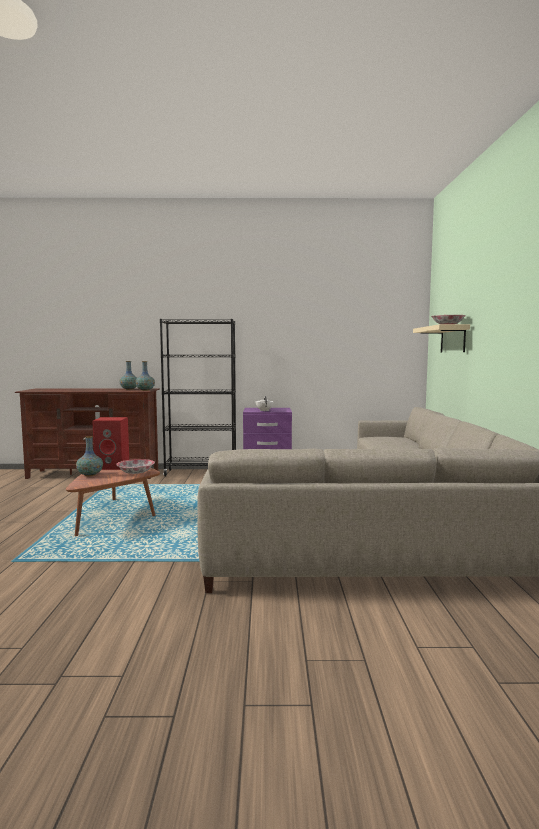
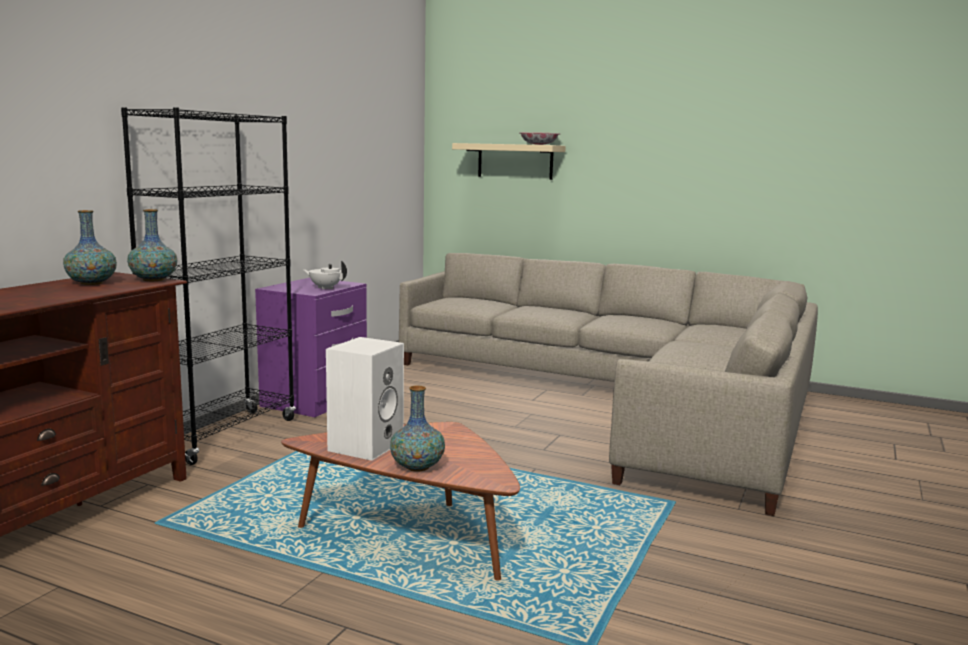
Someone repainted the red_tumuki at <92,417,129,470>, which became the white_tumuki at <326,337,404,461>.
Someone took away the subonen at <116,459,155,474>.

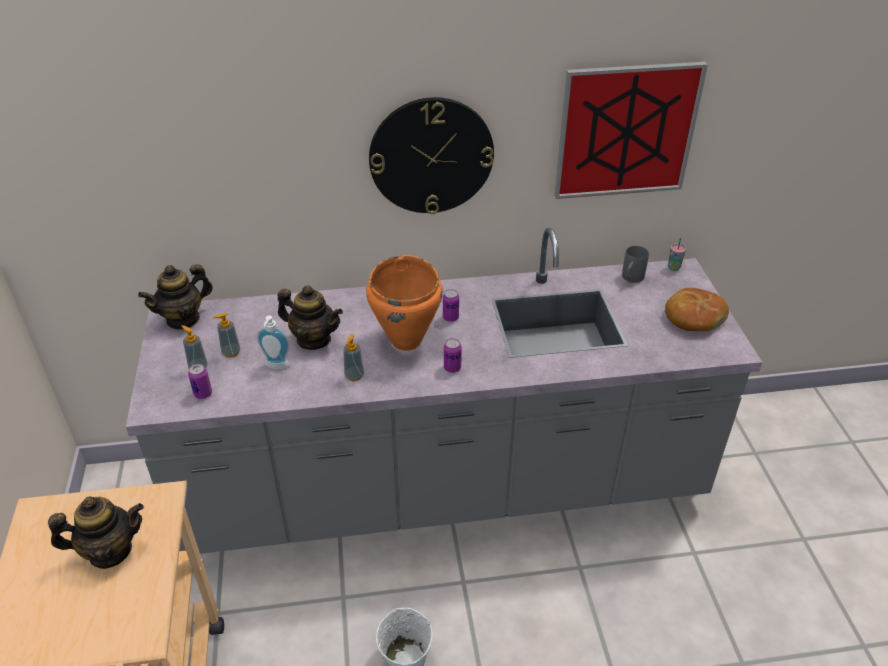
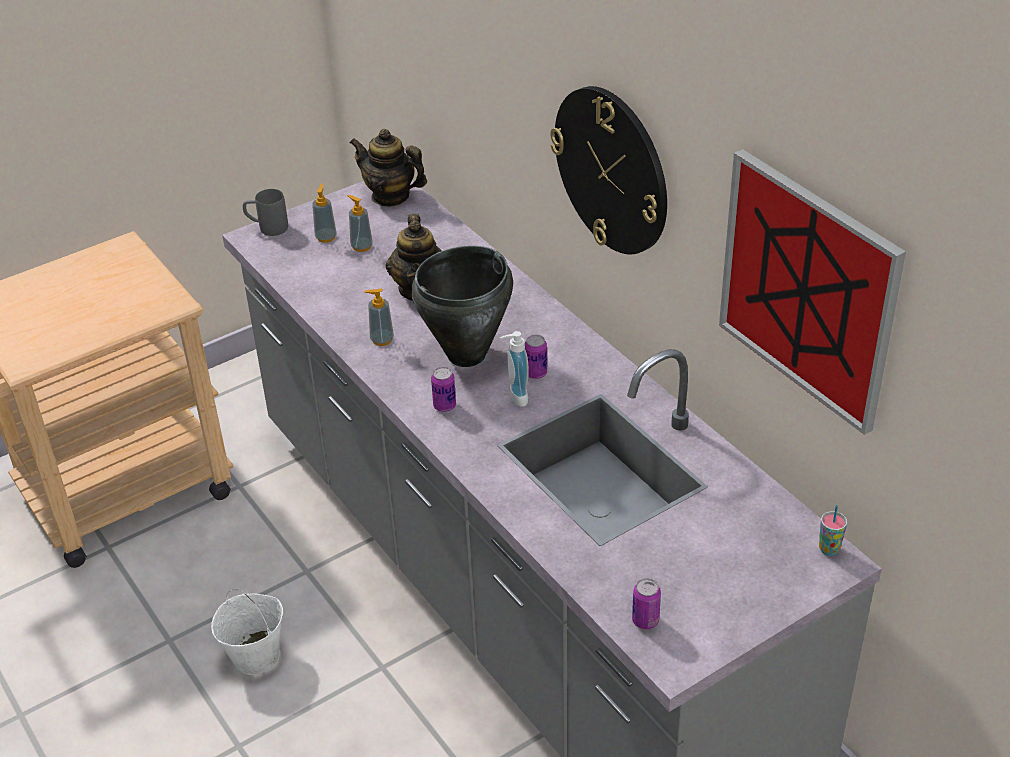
Someone took away the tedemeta at <48,496,144,569>.
Someone carried the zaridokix from <188,364,212,399> to <632,578,661,629>.
Someone carried the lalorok from <257,316,290,369> to <500,331,529,407>.
Someone repainted the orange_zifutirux at <366,255,443,351>, which became the black_zifutirux at <411,246,513,367>.
Someone carried the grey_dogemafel from <622,246,649,283> to <243,189,288,236>.
Someone took away the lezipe at <665,288,729,332>.

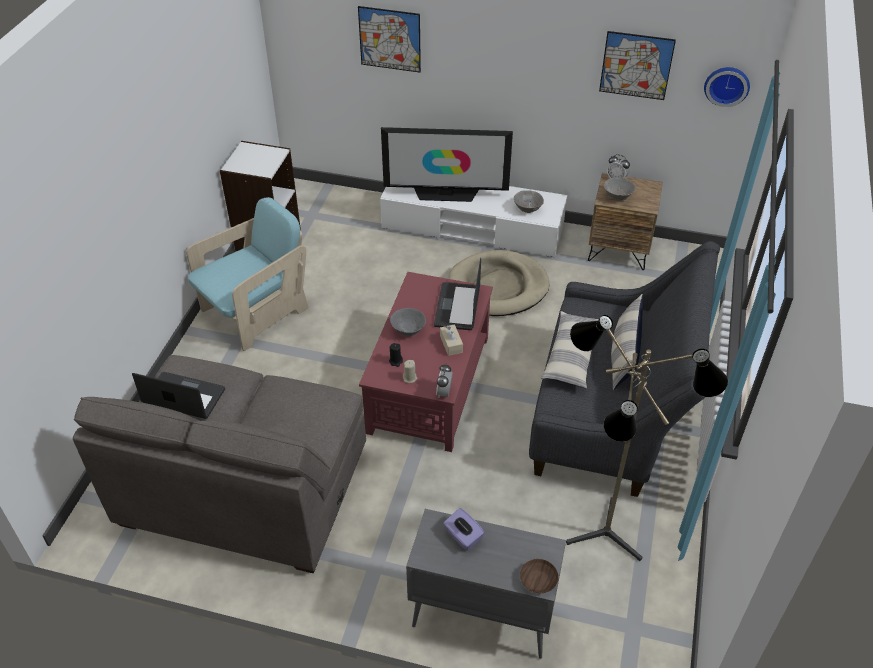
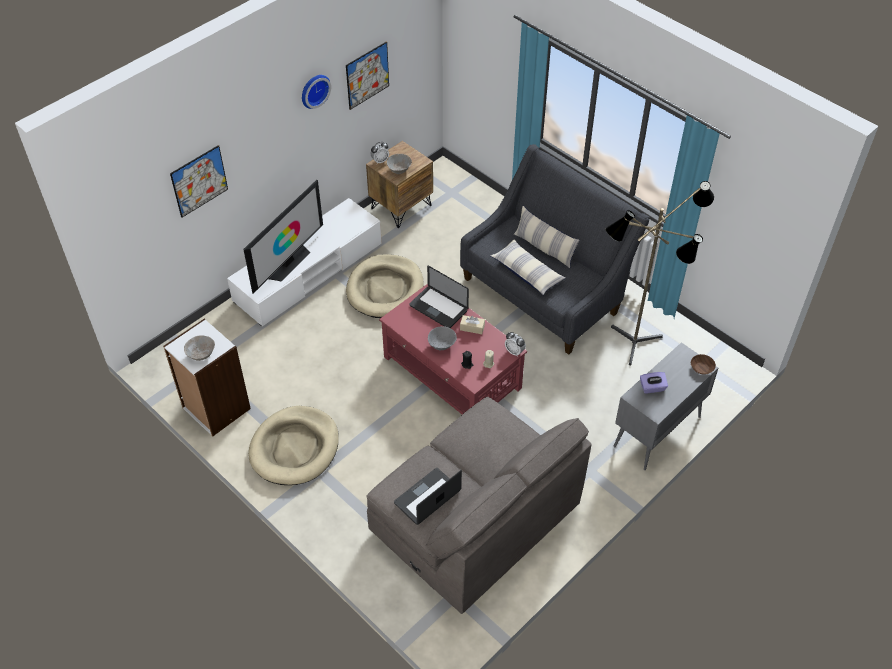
Someone swapped the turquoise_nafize at <186,197,308,351> for the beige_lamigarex at <248,406,339,485>.
Someone carried the grey_subonen from <514,190,544,213> to <184,335,215,361>.
Someone carried the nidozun from <704,67,750,107> to <302,75,331,109>.

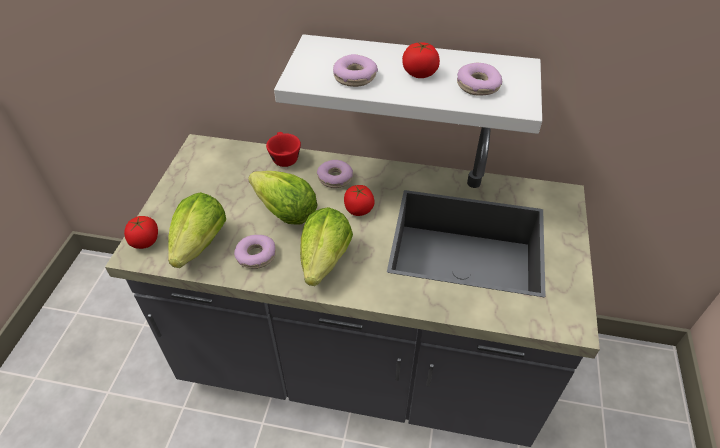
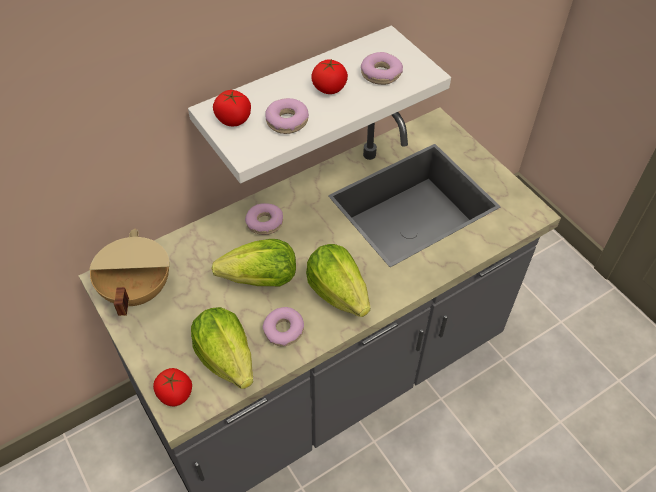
Someone took away the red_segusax at <266,132,301,167>.
Someone carried the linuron from <344,185,375,216> to <213,90,251,126>.
Someone put down the beige_zifutirux at <89,229,169,316>.

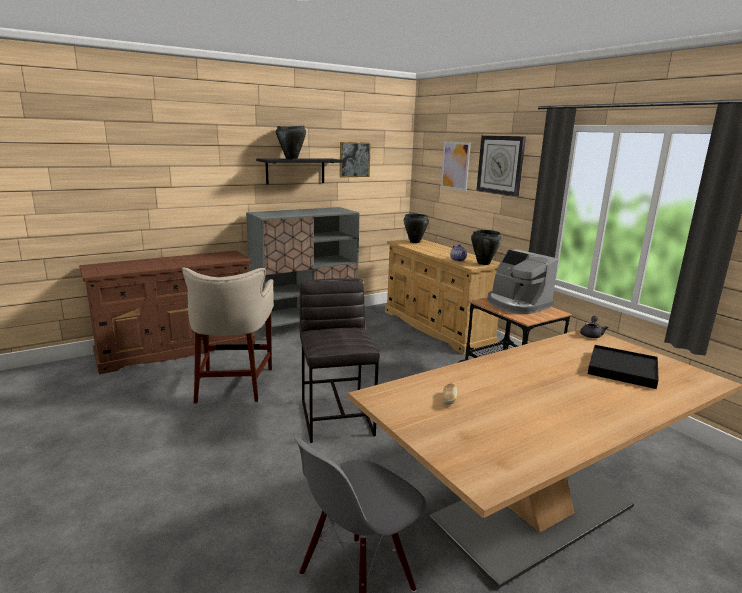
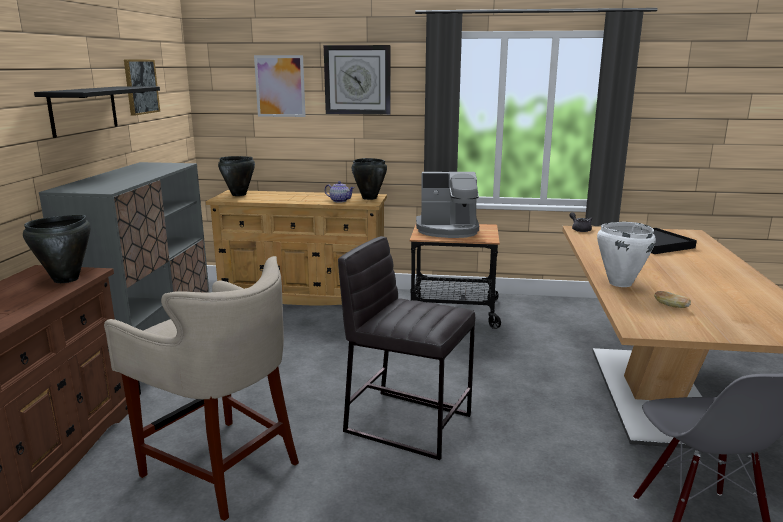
Someone carried the black_zifutirux from <276,126,306,159> to <23,215,90,283>.
Someone put down the white_zifutirux at <597,222,656,287>.

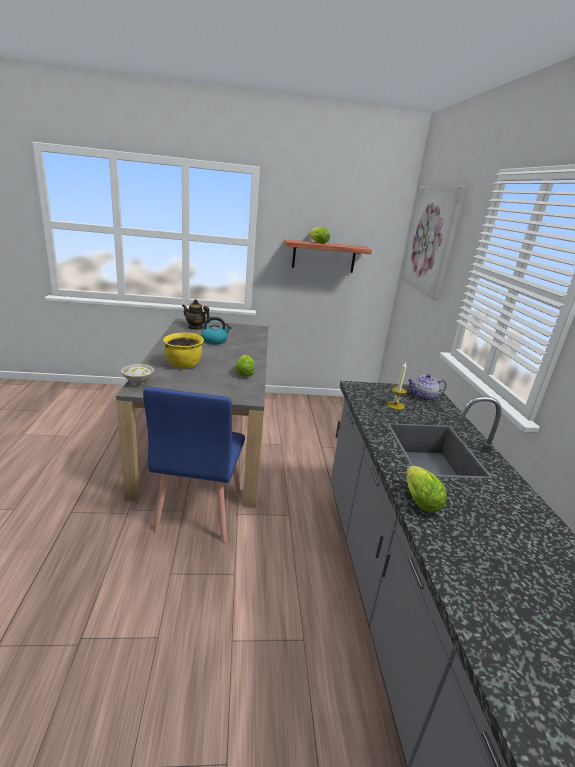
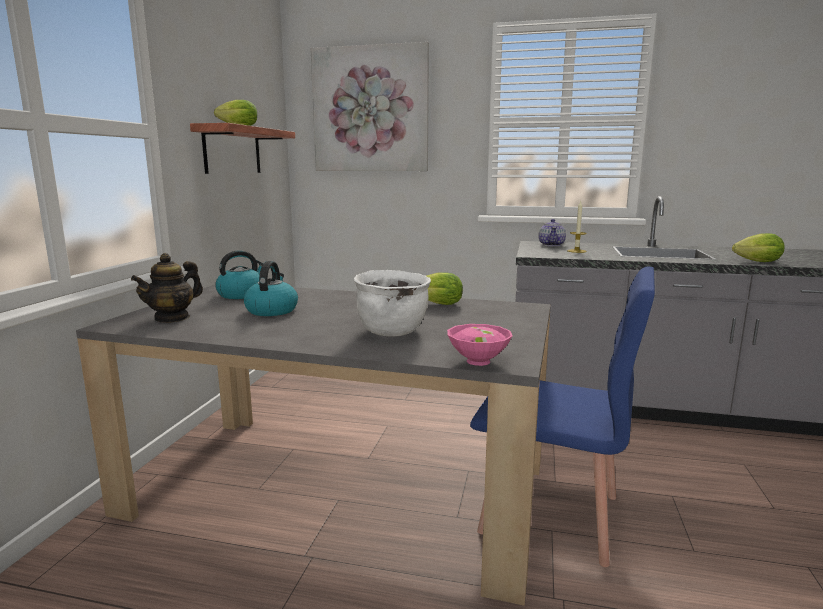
Someone repainted the white_subonen at <121,364,154,386>, which became the pink_subonen at <447,324,512,366>.
Someone repainted the yellow_zifutirux at <163,332,204,368>, which became the white_zifutirux at <354,270,431,337>.
Someone put down the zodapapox at <215,250,264,299>.

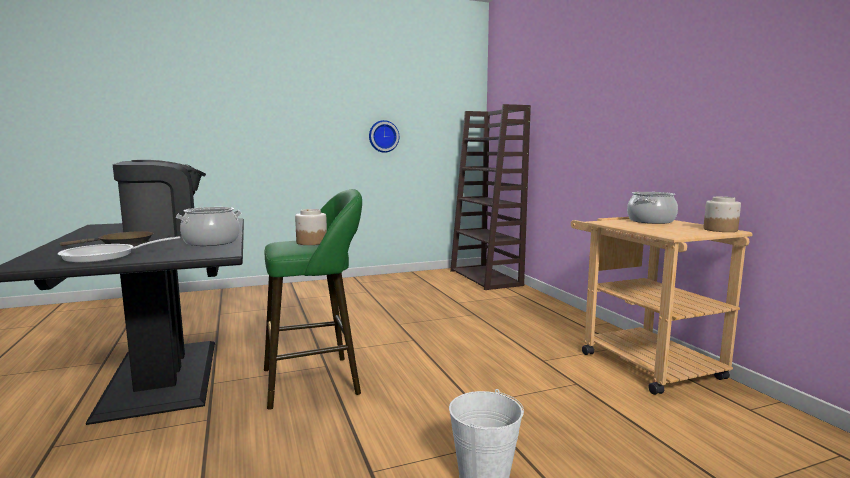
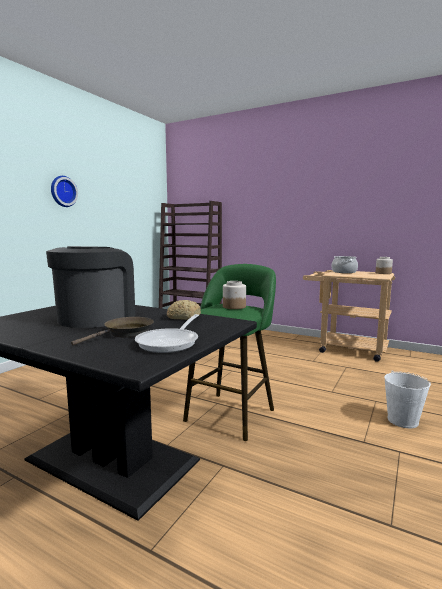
Someone swapped the zifutirux at <176,207,242,246> for the lezipe at <167,300,201,320>.
Someone carried the nidozun from <369,120,399,153> to <51,176,78,207>.

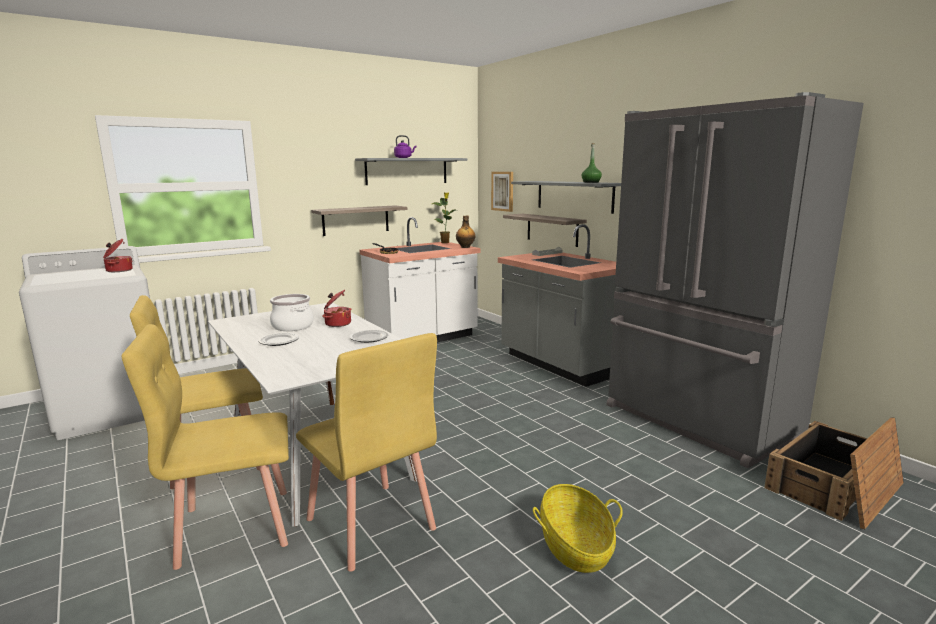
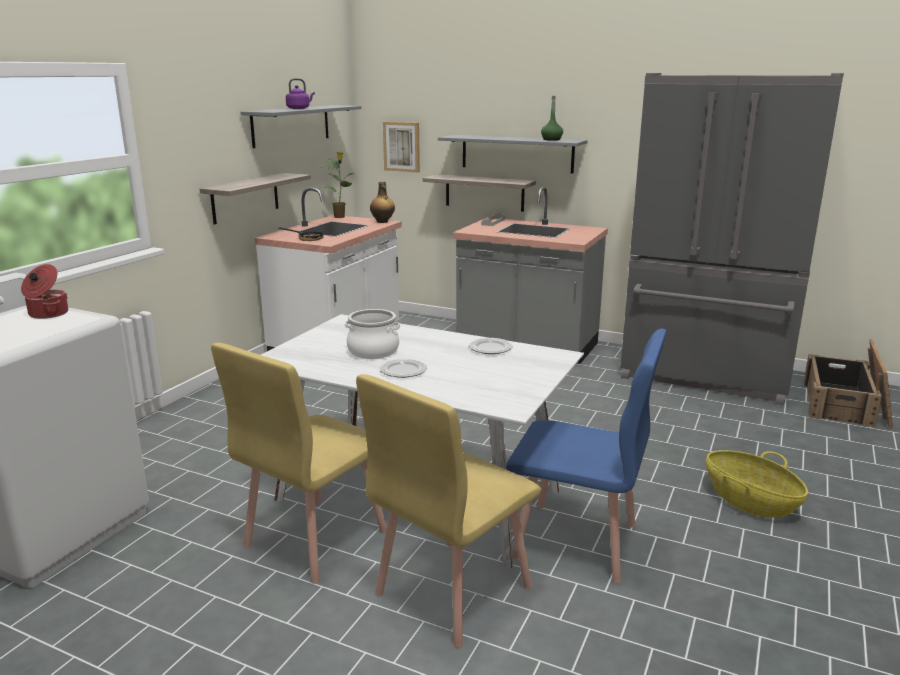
Someone repainted the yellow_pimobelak at <296,333,437,572>, which became the blue_pimobelak at <506,329,667,583>.
Someone took away the zifutirux at <322,290,352,327>.

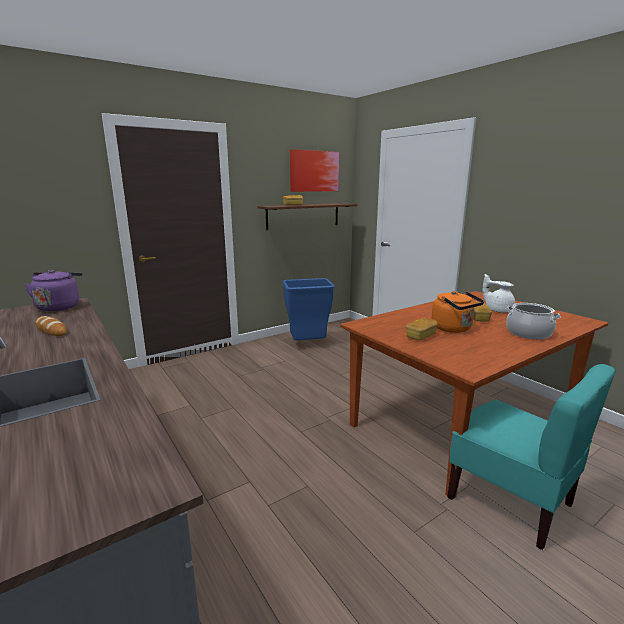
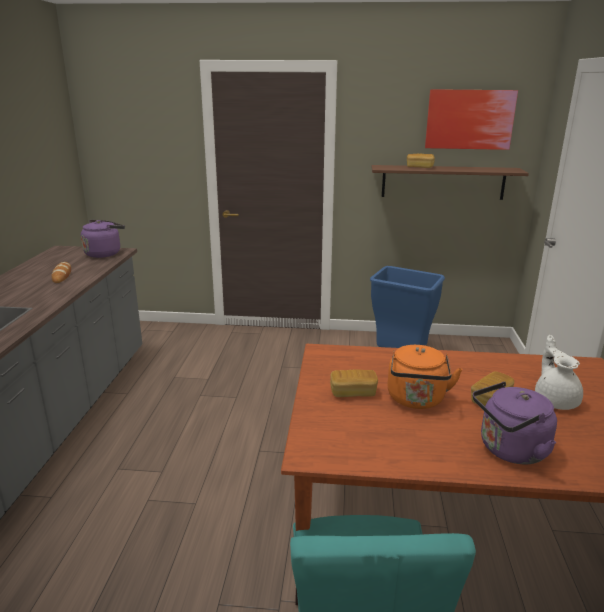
Someone swapped the zifutirux at <506,303,561,339> for the purple_zodapapox at <473,382,557,465>.

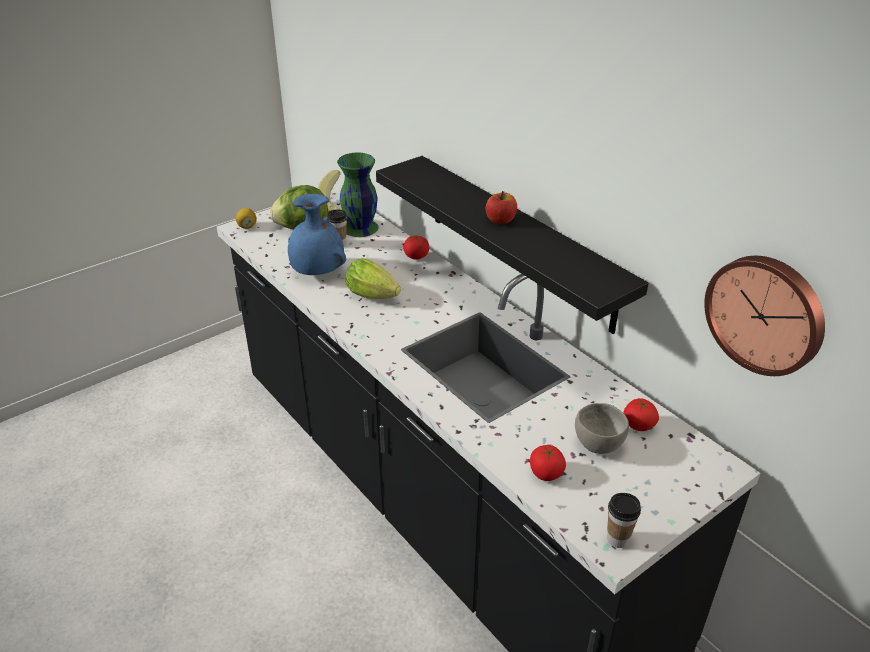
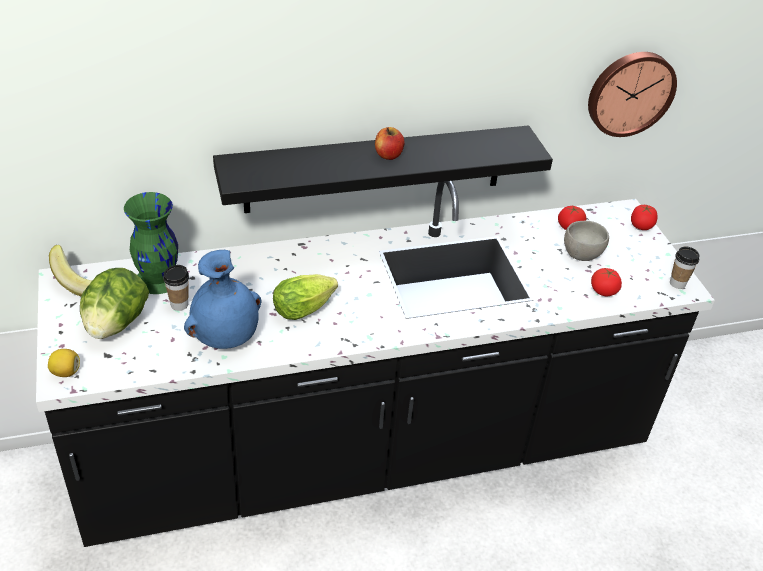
Someone carried the linuron from <404,235,430,260> to <631,205,658,230>.

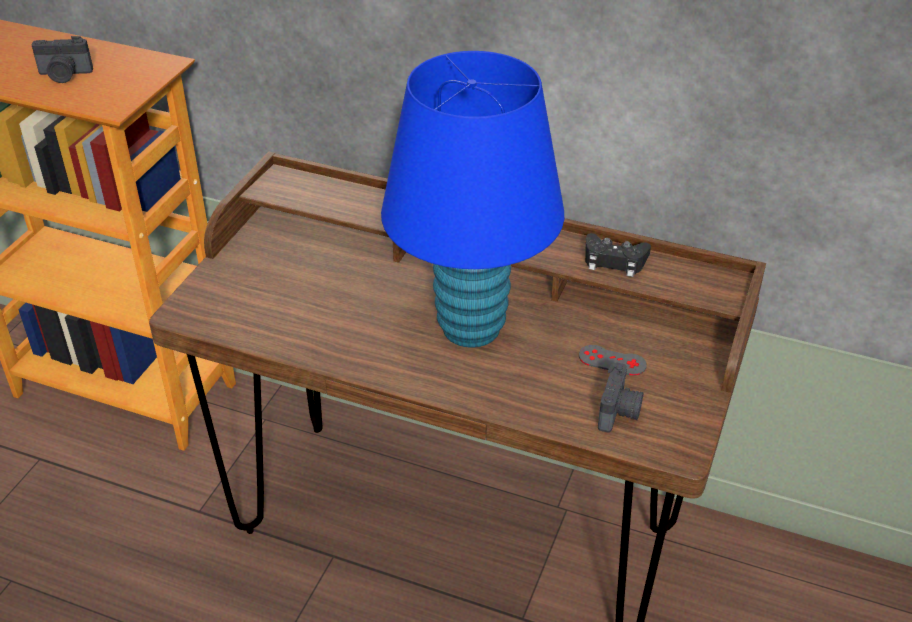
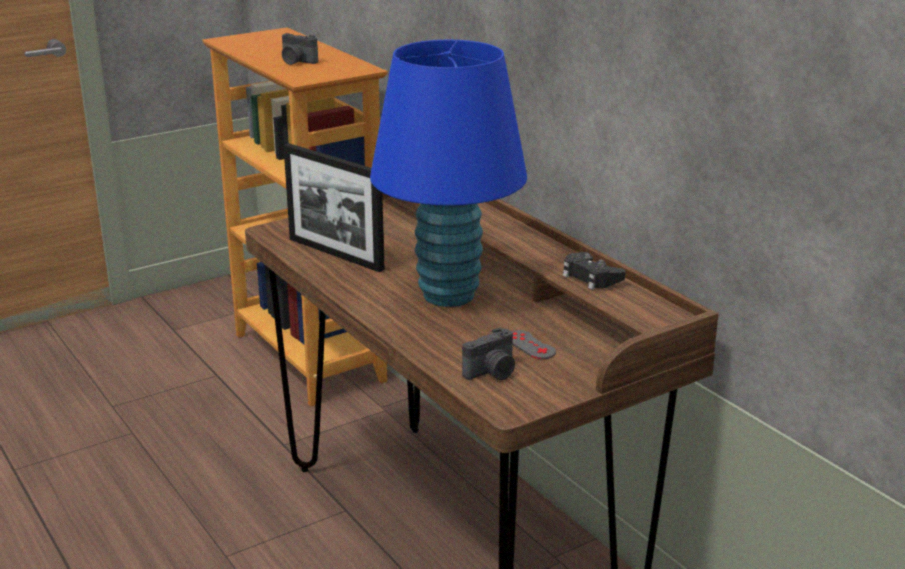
Someone put down the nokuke at <284,143,384,272>.

